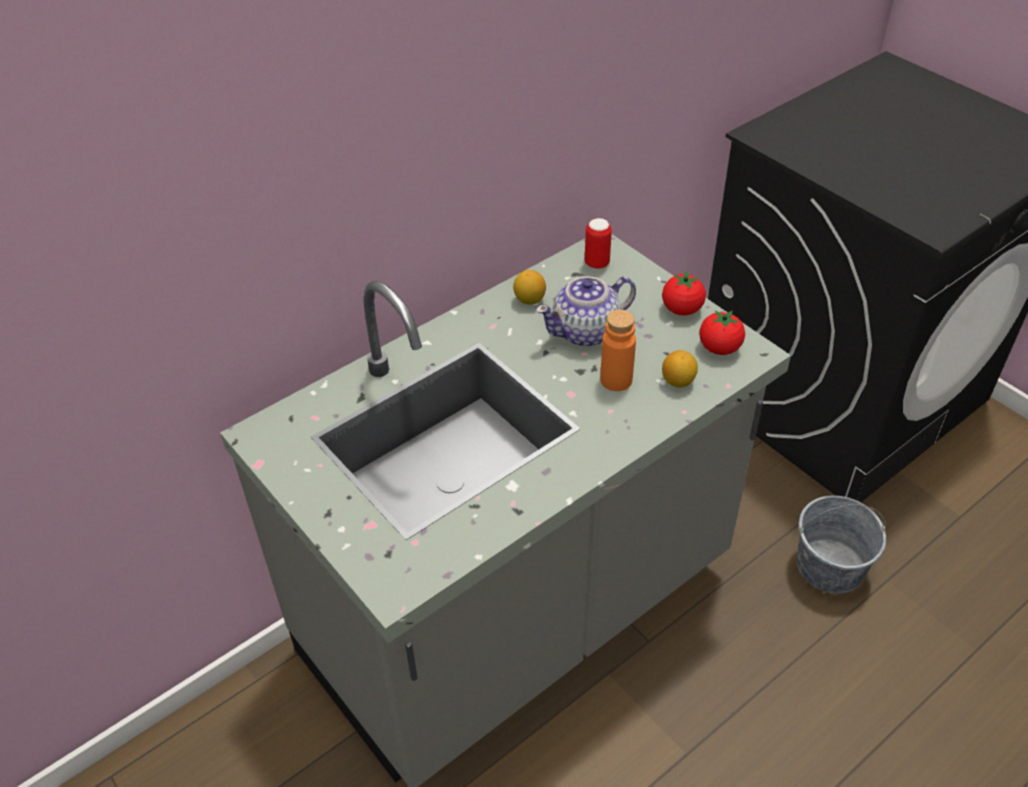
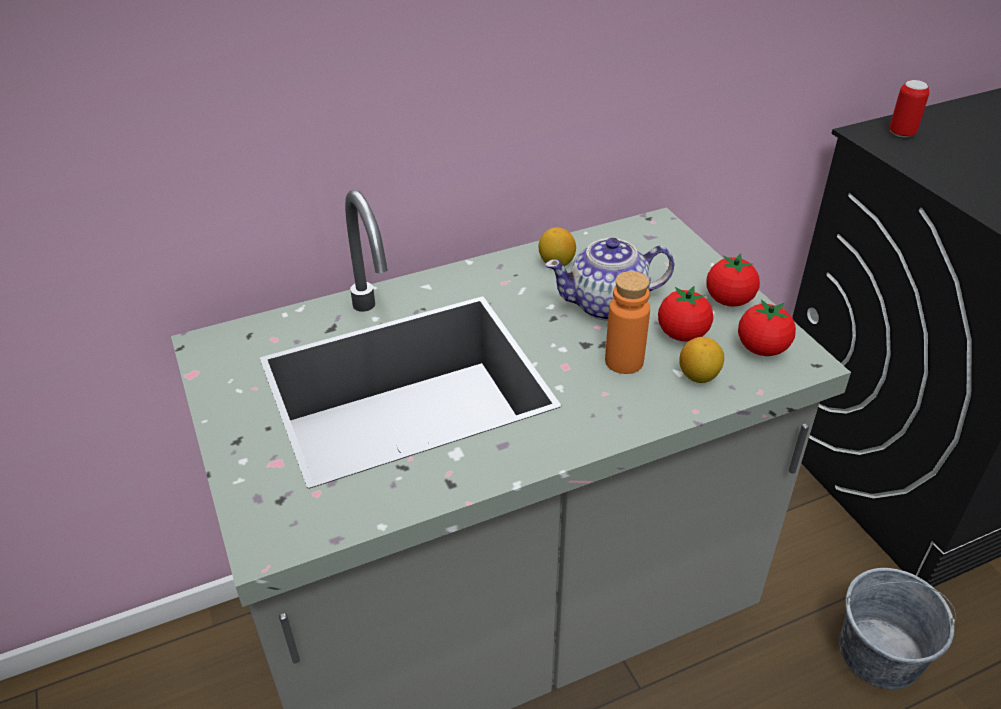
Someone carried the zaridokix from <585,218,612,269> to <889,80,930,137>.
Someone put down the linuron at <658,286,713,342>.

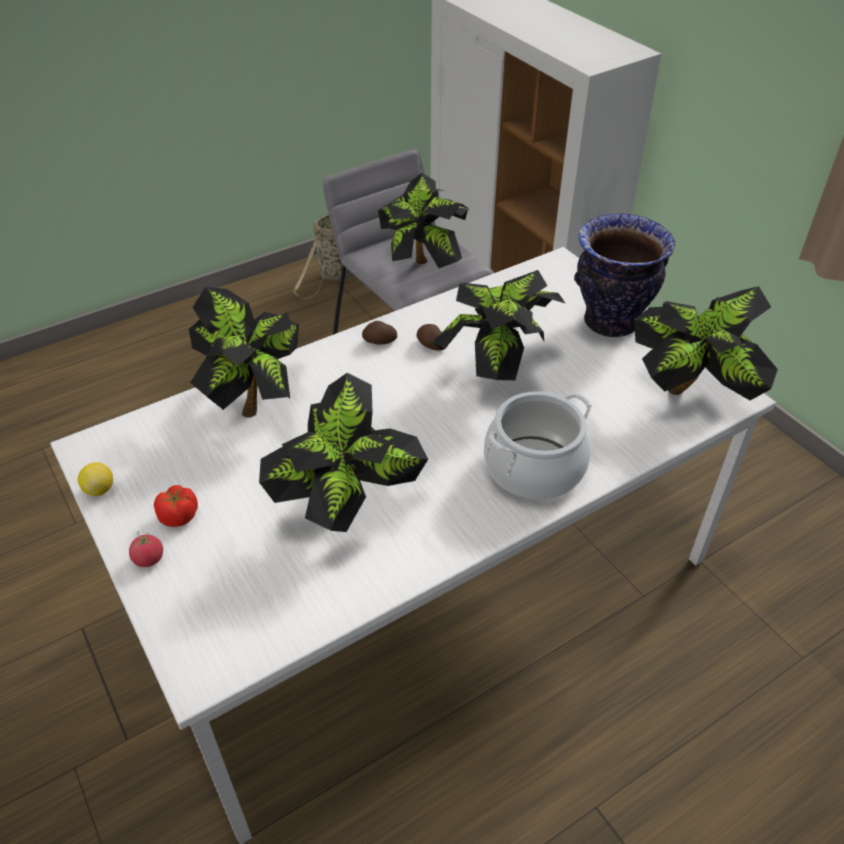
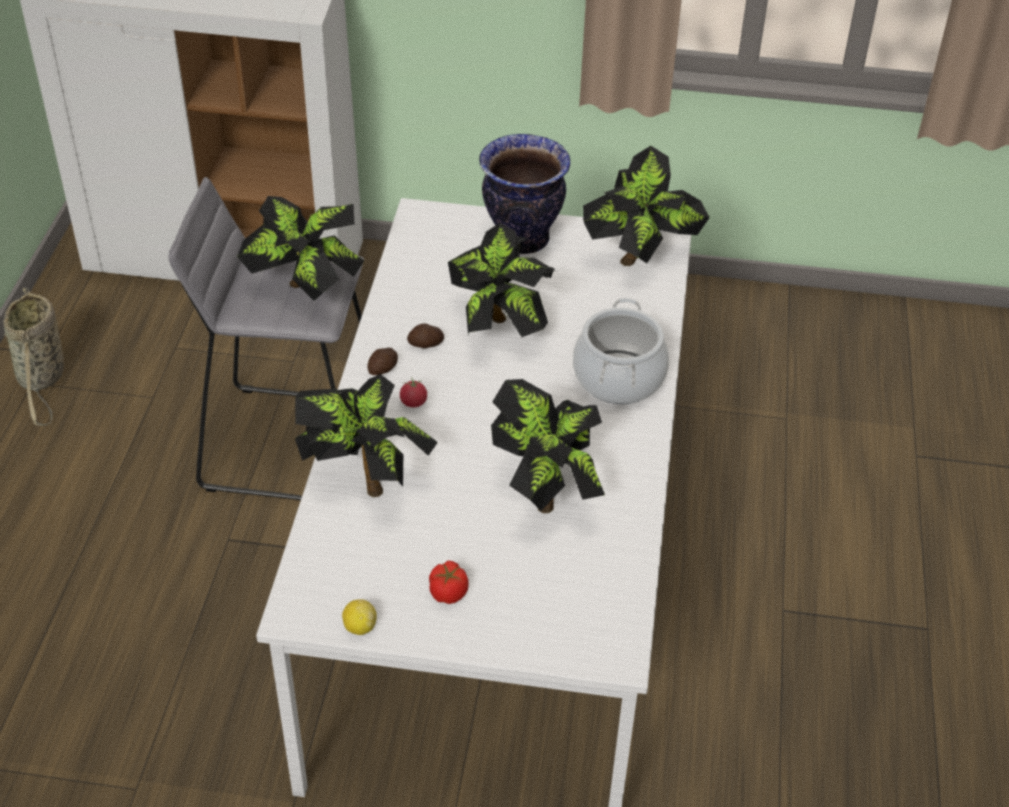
Someone carried the linuron from <129,531,163,567> to <400,377,427,407>.

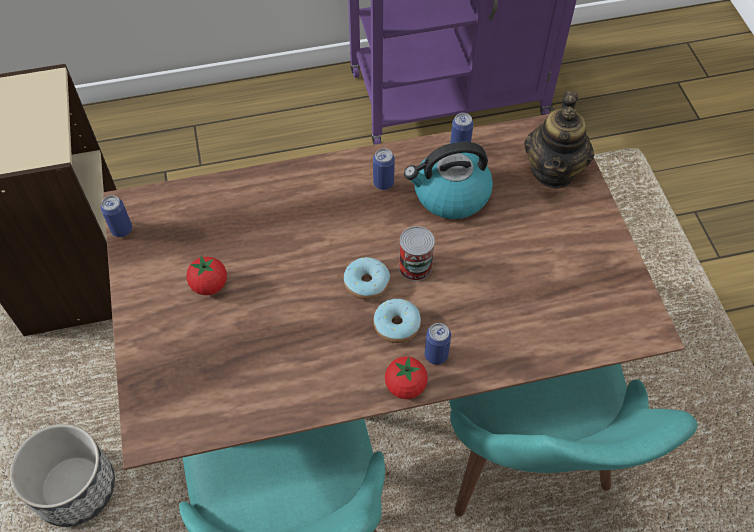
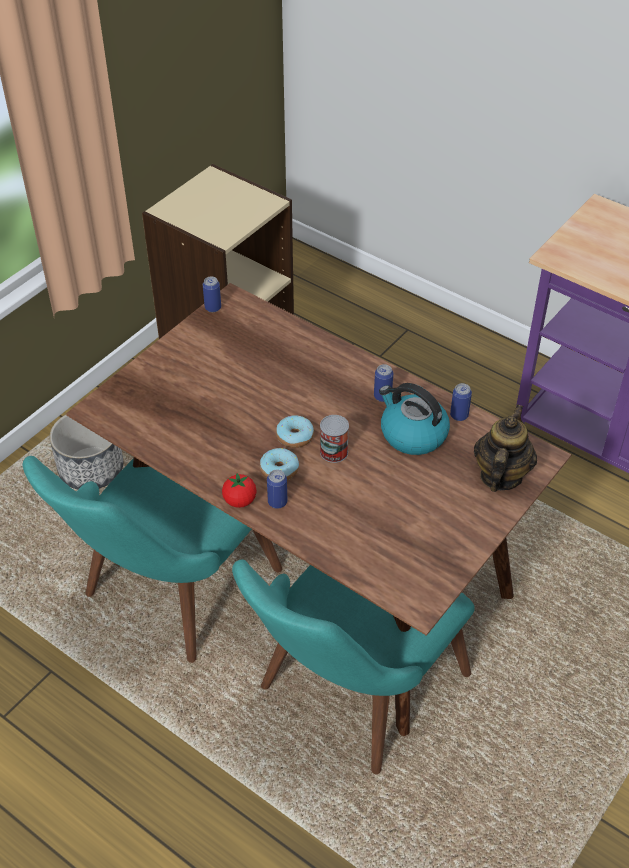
Someone took away the linuron at <186,256,227,295>.
Someone rotated the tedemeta at <524,91,594,188> by 135 degrees clockwise.

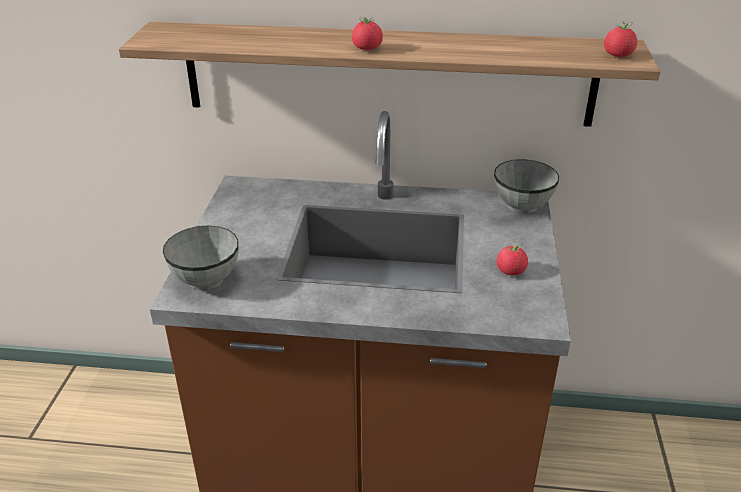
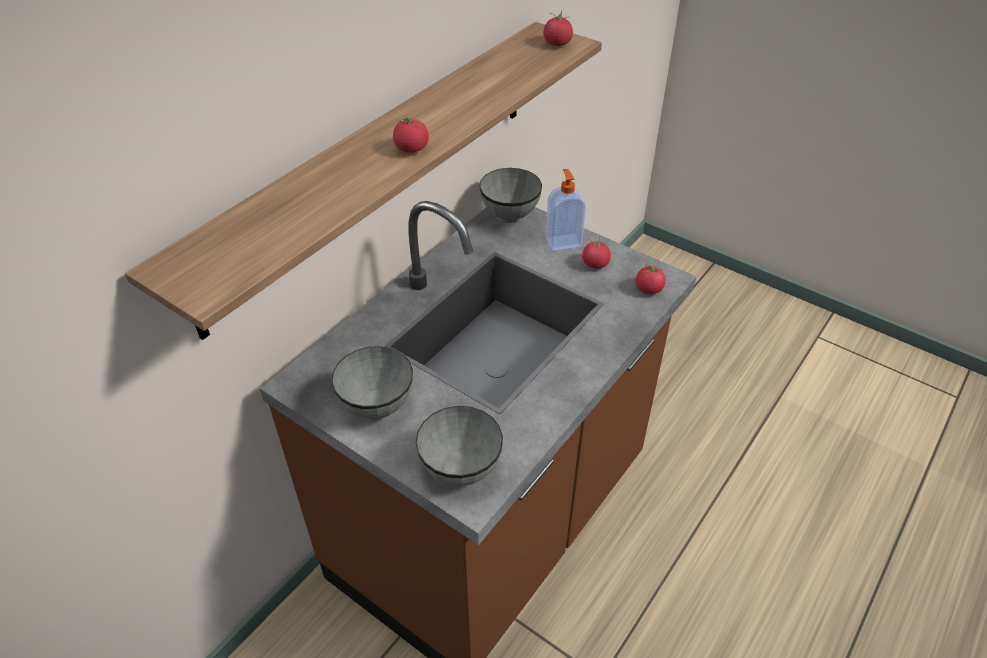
Someone put down the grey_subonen at <331,346,413,420>.
Someone put down the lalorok at <546,169,586,251>.
Someone put down the linuron at <636,262,666,294>.

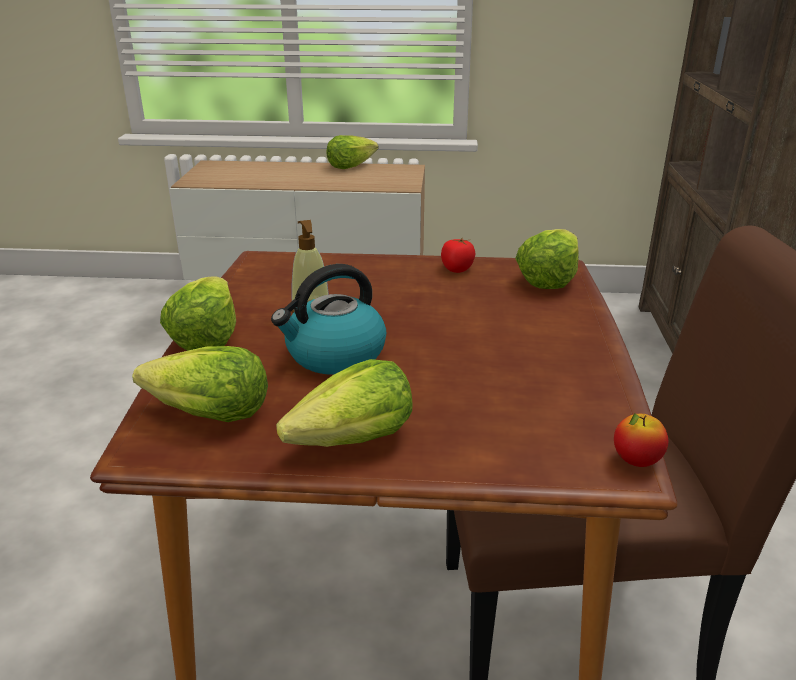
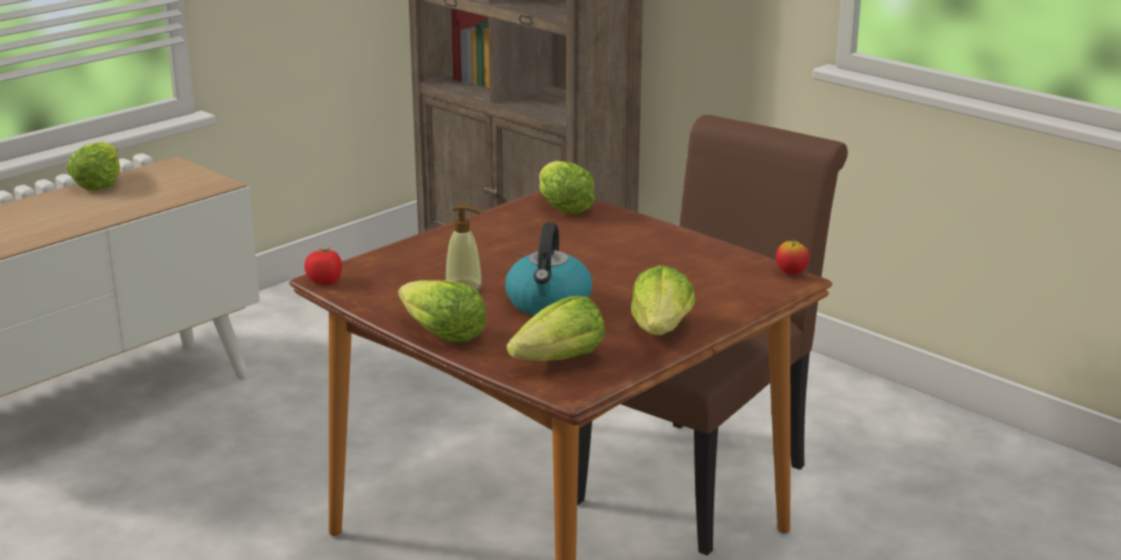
Someone carried the linuron from <441,237,475,273> to <304,247,342,285>.

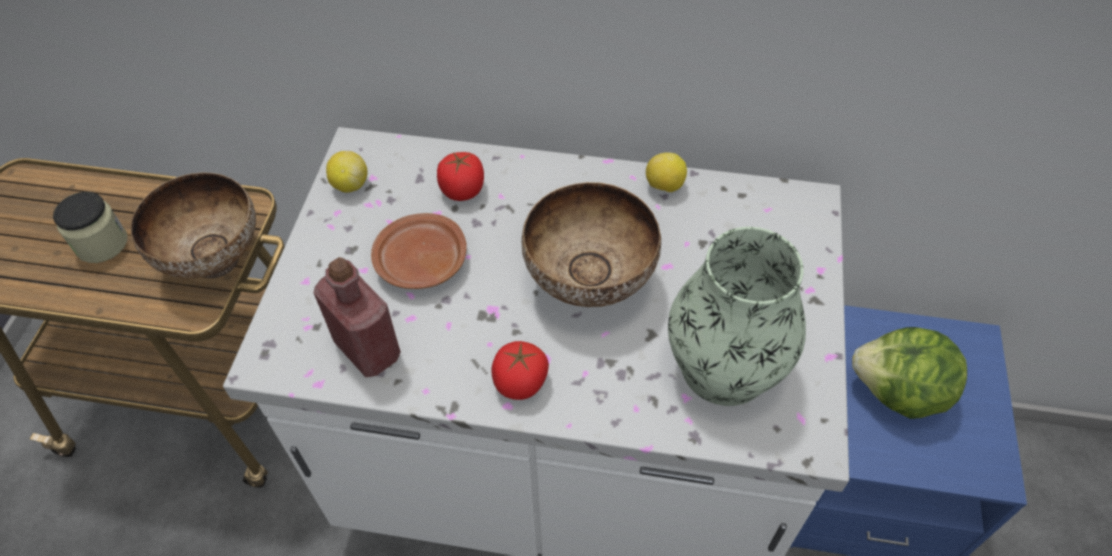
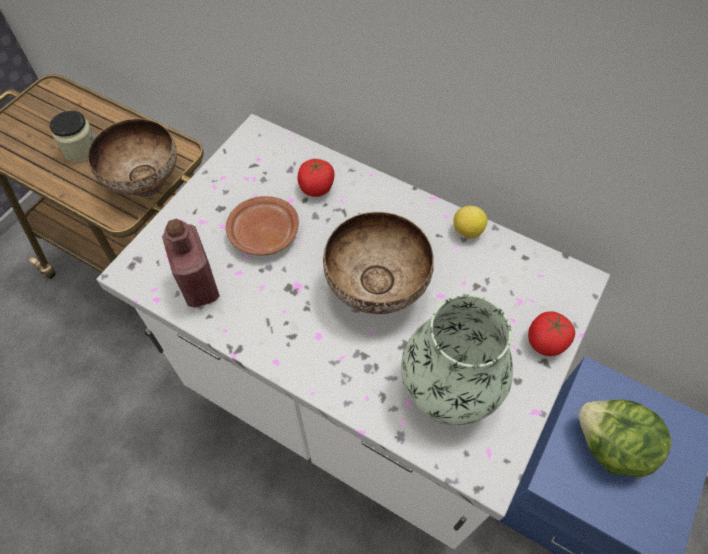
Someone took away the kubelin at <326,151,368,193>.
Someone carried the linuron from <492,341,549,400> to <528,312,575,356>.

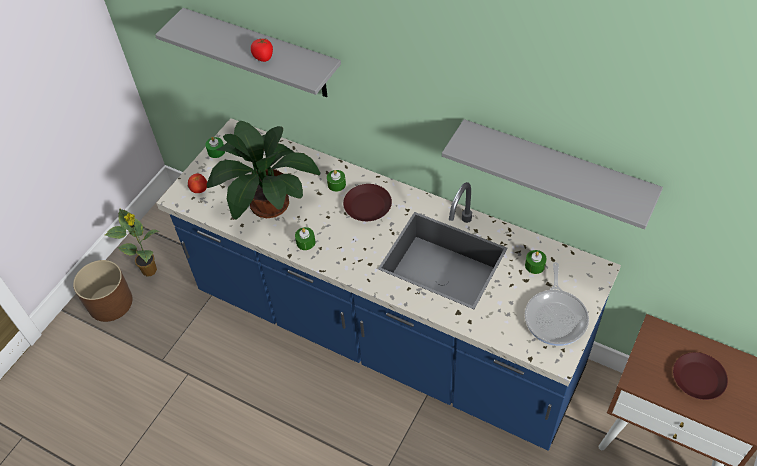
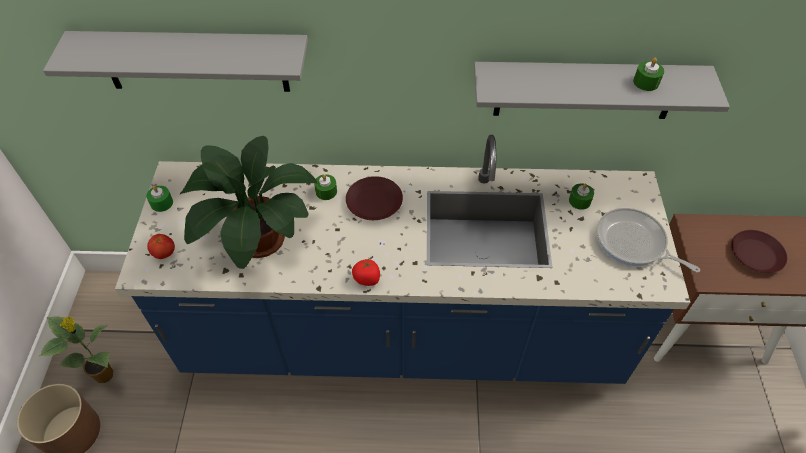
Someone carried the linuron from <251,38,273,62> to <352,258,380,286>.
Someone carried the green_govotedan from <295,227,315,250> to <633,58,664,91>.
Someone rotated the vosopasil at <525,262,589,346> by 150 degrees clockwise.

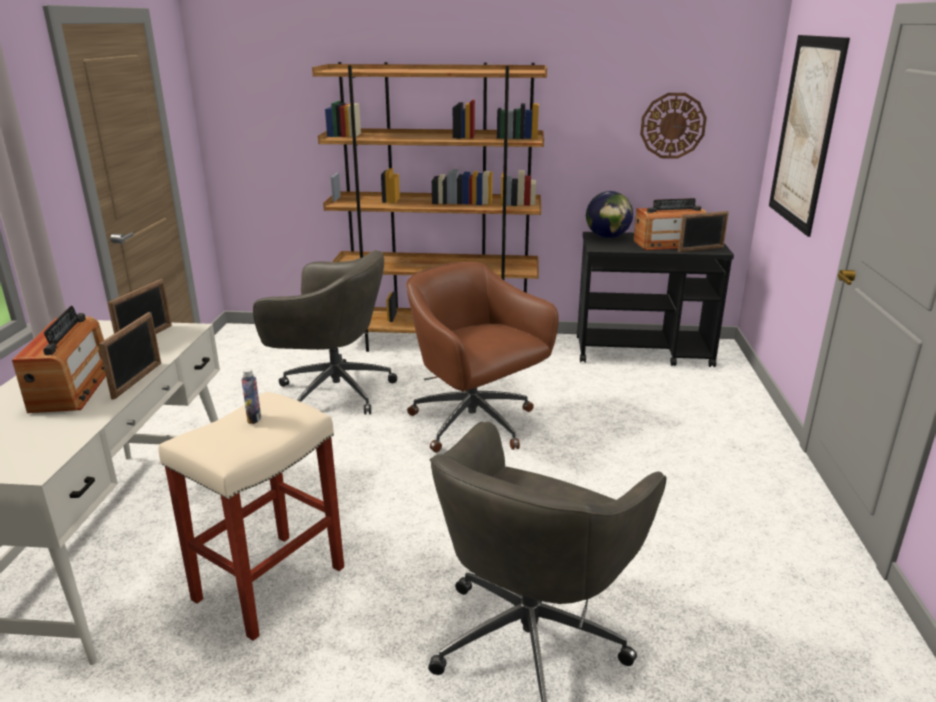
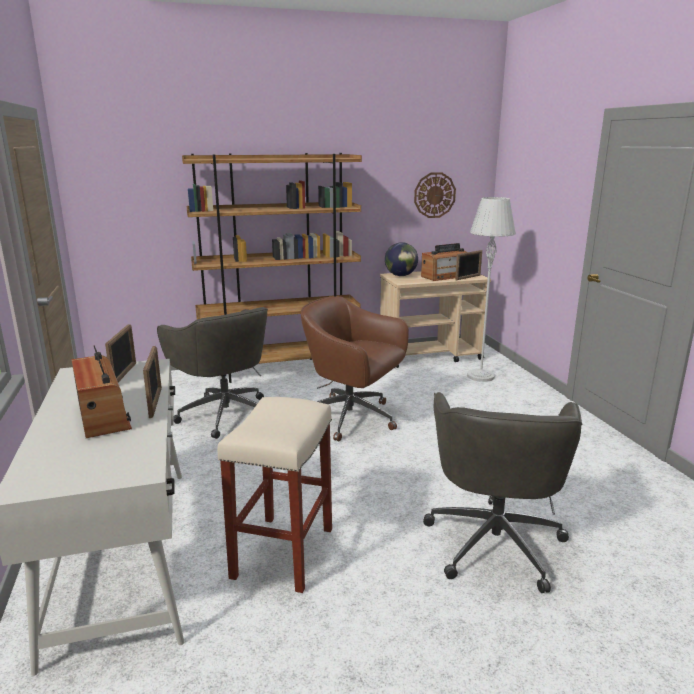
Someone took away the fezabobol at <242,368,261,424>.
Someone rotated the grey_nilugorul at <253,250,397,414> by 60 degrees clockwise.
Someone repainted the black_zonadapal at <577,232,734,367>, which became the beige_zonadapal at <380,271,491,368>.
Someone took away the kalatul at <769,35,850,237>.
Someone put down the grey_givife at <467,197,516,382>.

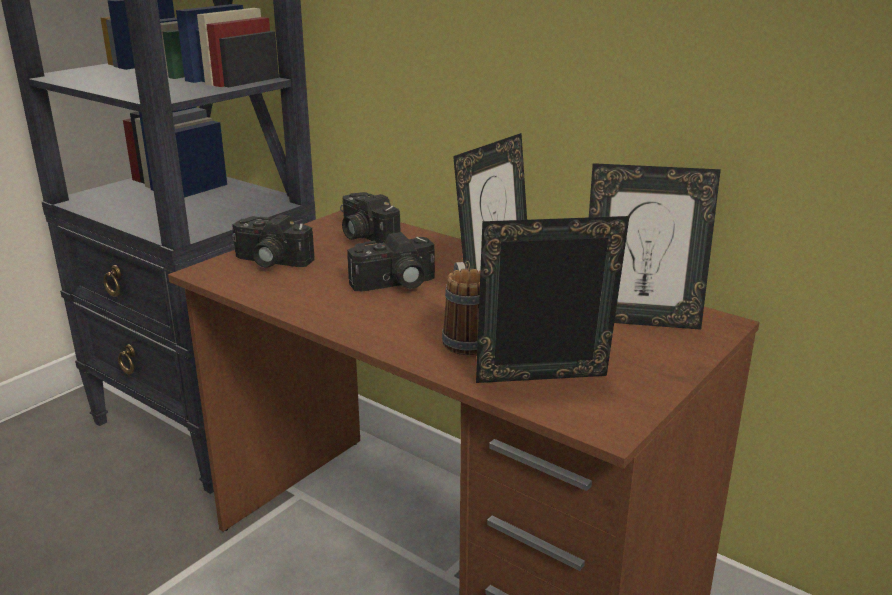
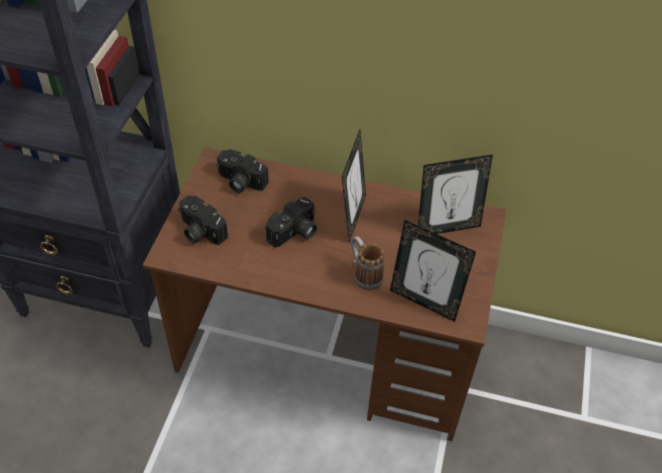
Someone rotated the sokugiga at <232,214,315,268> by 45 degrees clockwise.
Someone rotated the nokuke at <476,216,629,383> by 120 degrees counterclockwise.

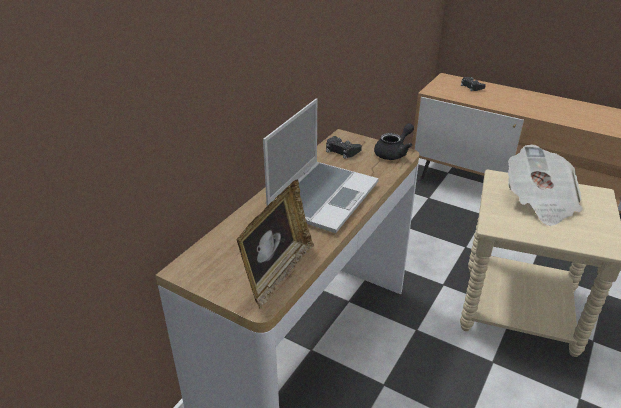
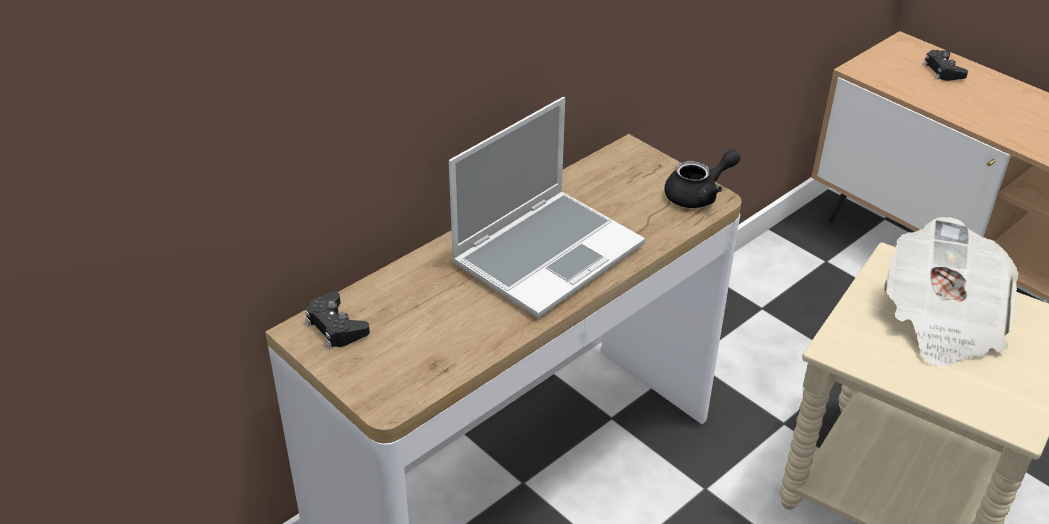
Someone took away the nokuke at <236,180,314,309>.
Someone carried the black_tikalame from <326,136,362,159> to <305,292,370,348>.

